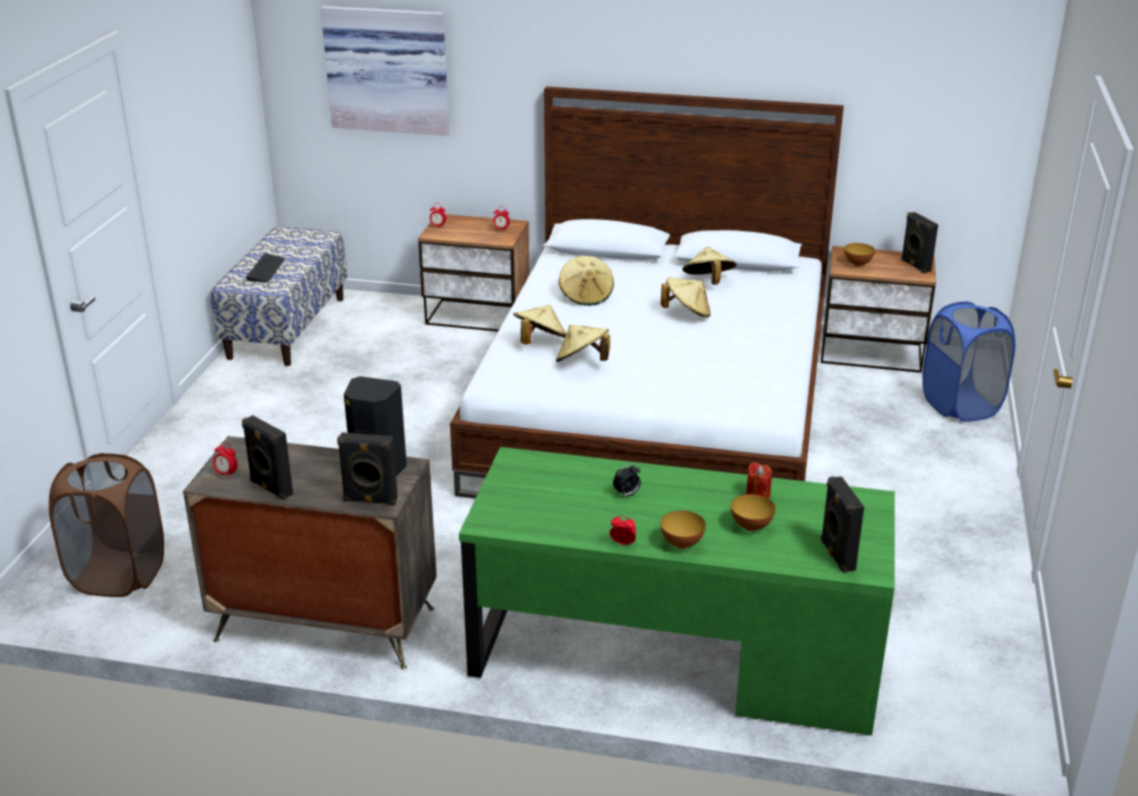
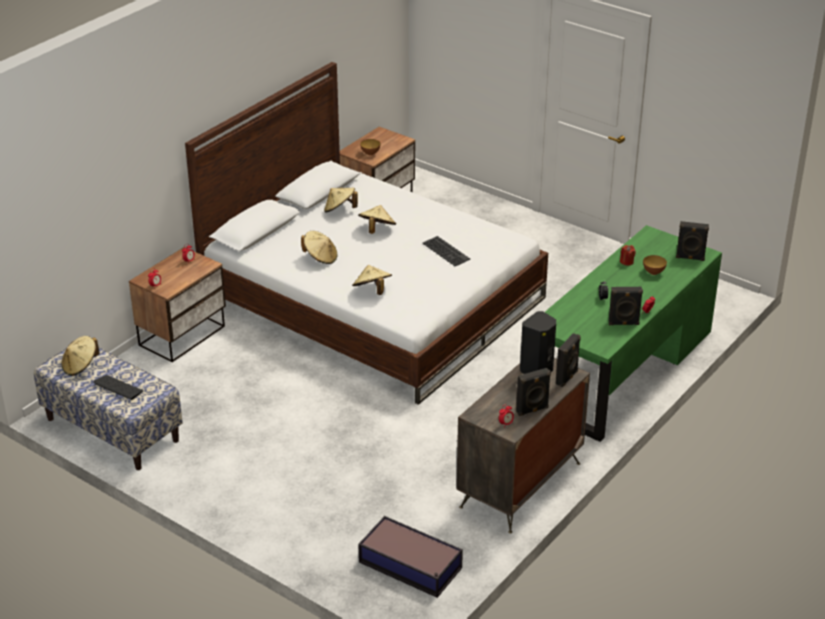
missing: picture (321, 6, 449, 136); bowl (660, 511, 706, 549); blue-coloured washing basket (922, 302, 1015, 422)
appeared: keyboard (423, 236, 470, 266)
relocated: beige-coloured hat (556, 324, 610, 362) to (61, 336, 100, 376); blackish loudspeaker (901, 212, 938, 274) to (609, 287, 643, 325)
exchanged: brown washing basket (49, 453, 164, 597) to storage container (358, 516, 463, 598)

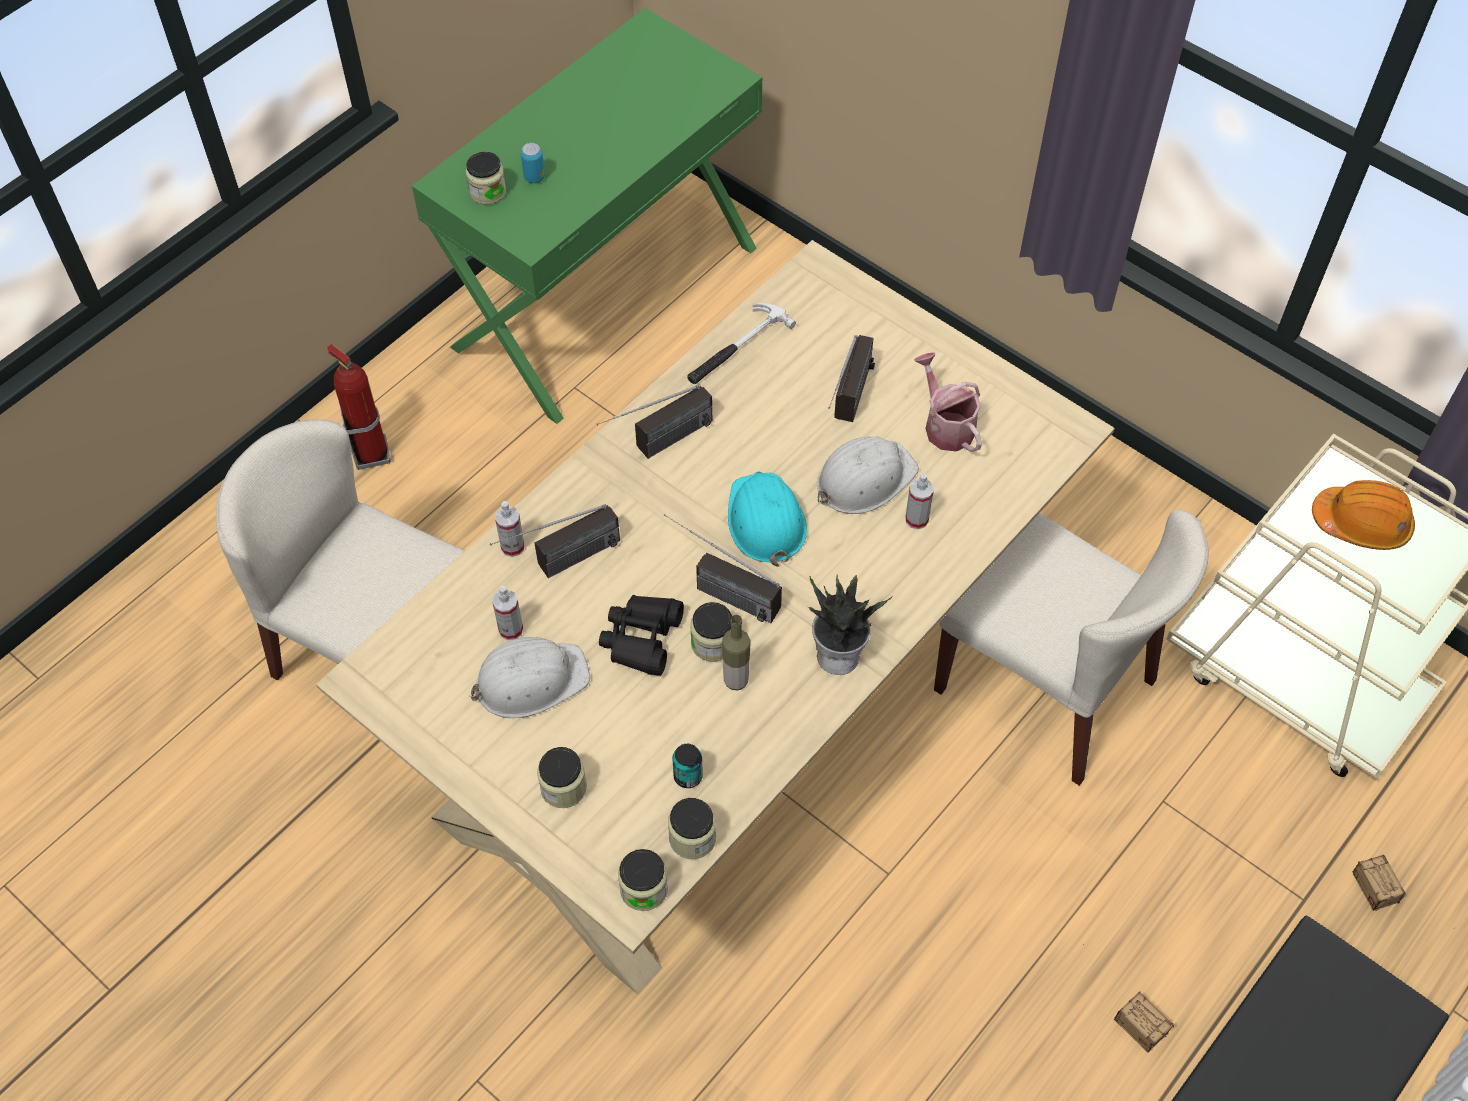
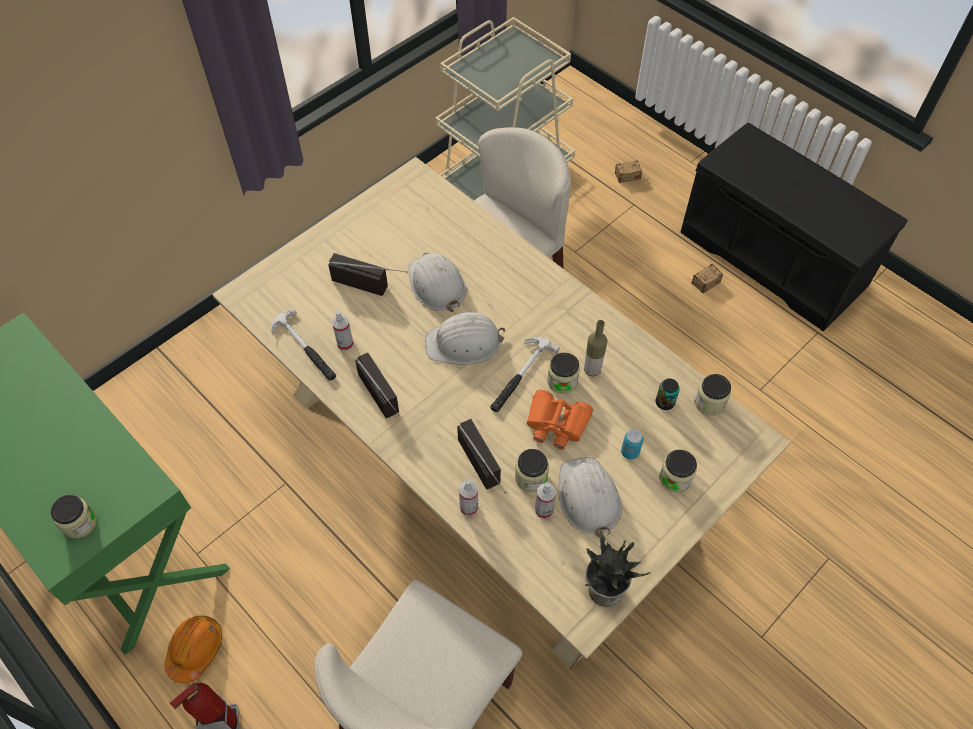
missing: watering can (914, 352, 982, 452)
relocated: sealed can (521, 143, 545, 183) to (621, 429, 644, 460); preserve jar (618, 849, 668, 911) to (515, 449, 549, 492); houseplant (808, 575, 893, 675) to (585, 527, 651, 607); hand sprayer (905, 473, 934, 529) to (332, 311, 354, 351); orangey work helmet (1312, 480, 1415, 550) to (165, 615, 222, 683)
exchanged: radio set (663, 514, 782, 623) to hammer (490, 337, 560, 412)
colour: blackish field glasses (599, 595, 684, 676) to orangey field glasses (527, 390, 593, 450); turquoise-coloured work helmet (728, 472, 807, 567) to whitish work helmet (425, 312, 505, 365)

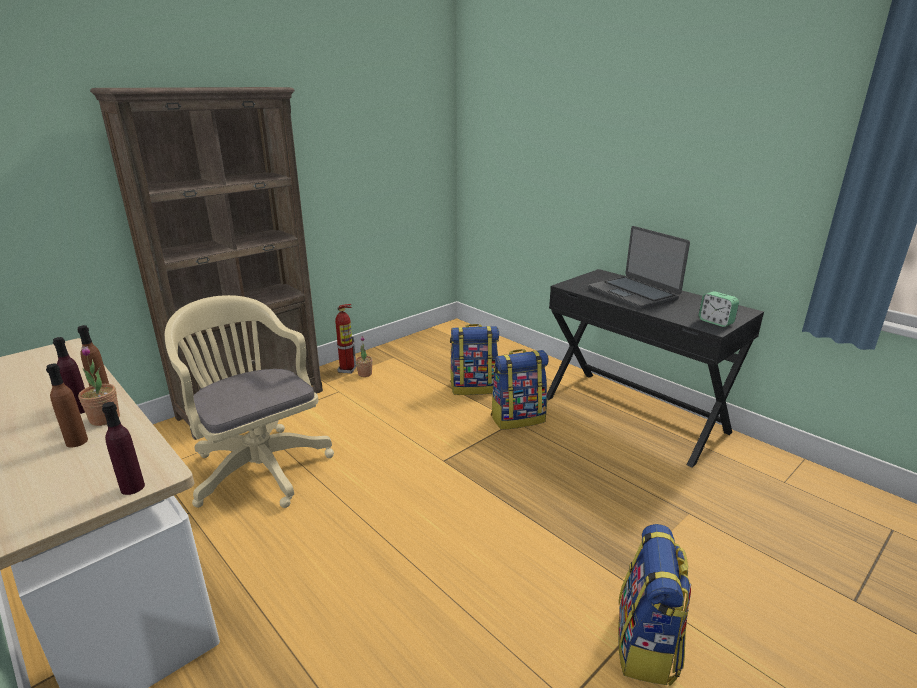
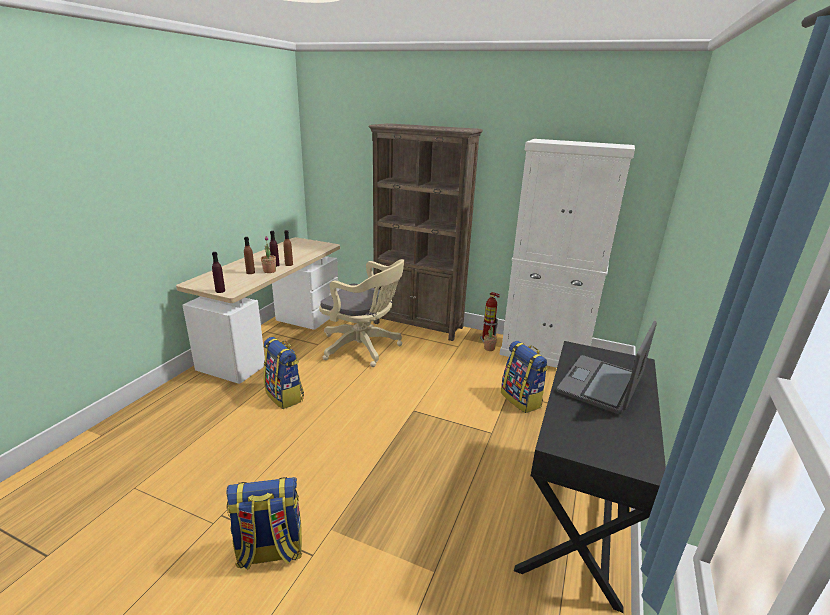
missing: bedside clock (699, 291, 739, 327)
appeared: whitish cabinet (499, 139, 635, 368)
relocated: rucksack (491, 349, 548, 430) to (263, 337, 304, 409)
spun: beige-coloured desk chair (165, 295, 334, 508) = (319, 259, 405, 367) 90 degrees clockwise

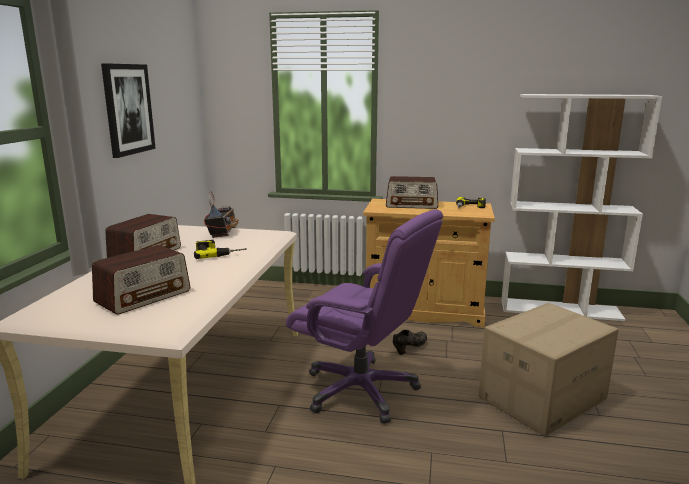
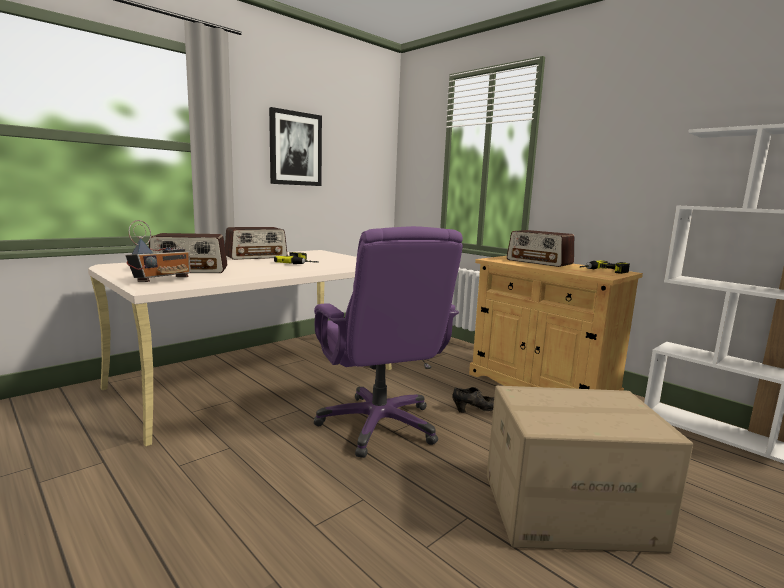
relocated: radio set (204, 191, 239, 238) to (125, 220, 191, 282)

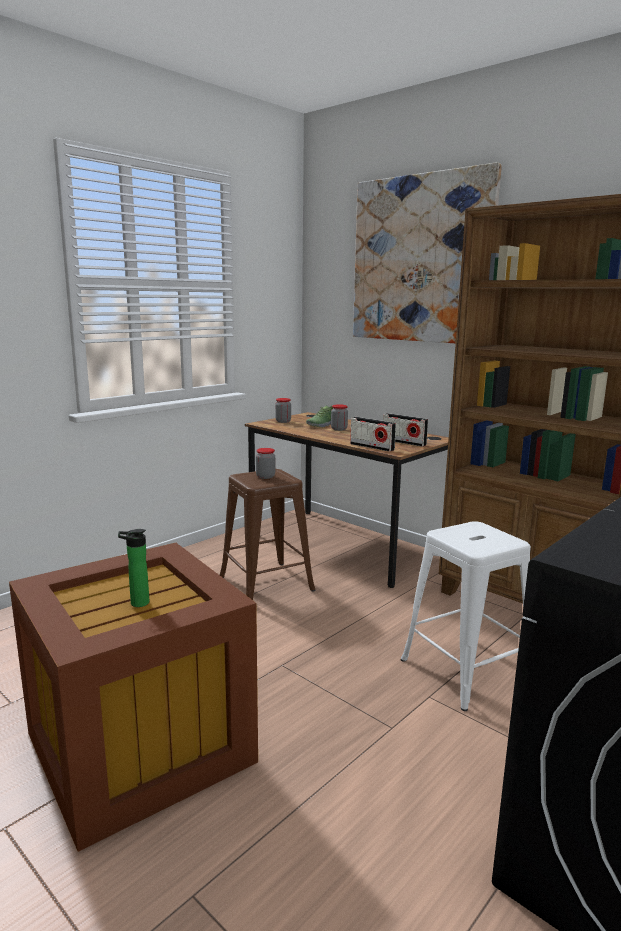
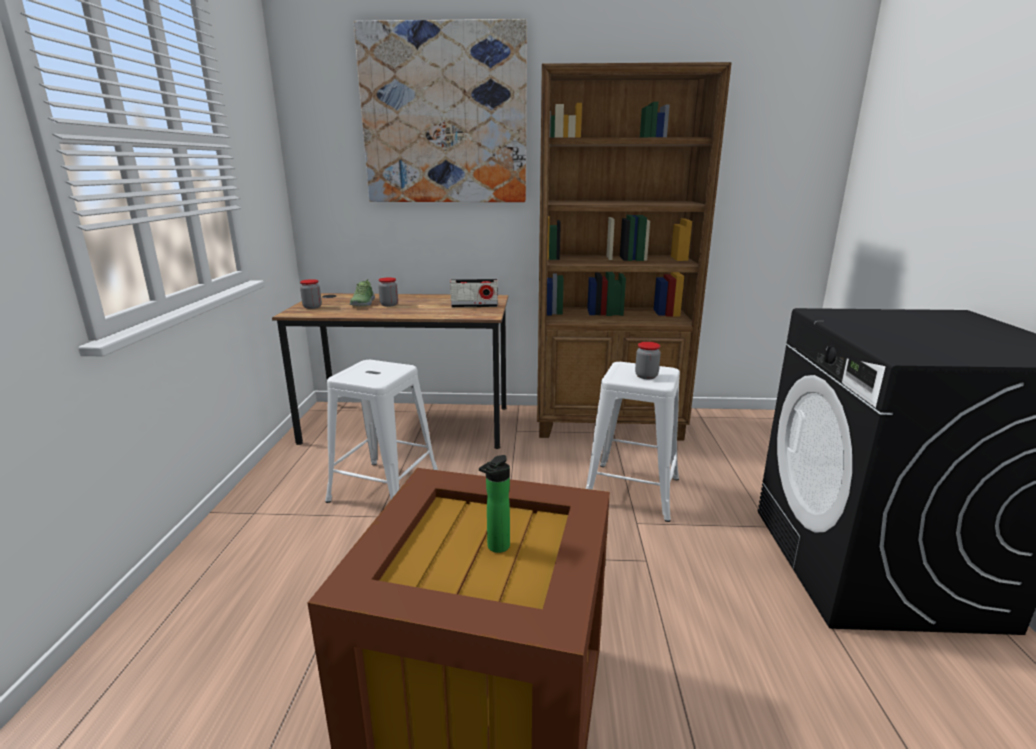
missing: radio set (350, 417, 396, 452)
relocated: preserve jar (256, 448, 275, 479) to (635, 342, 661, 379)
colour: brown sitting stool (220, 469, 316, 600) to whitish sitting stool (325, 360, 438, 503)

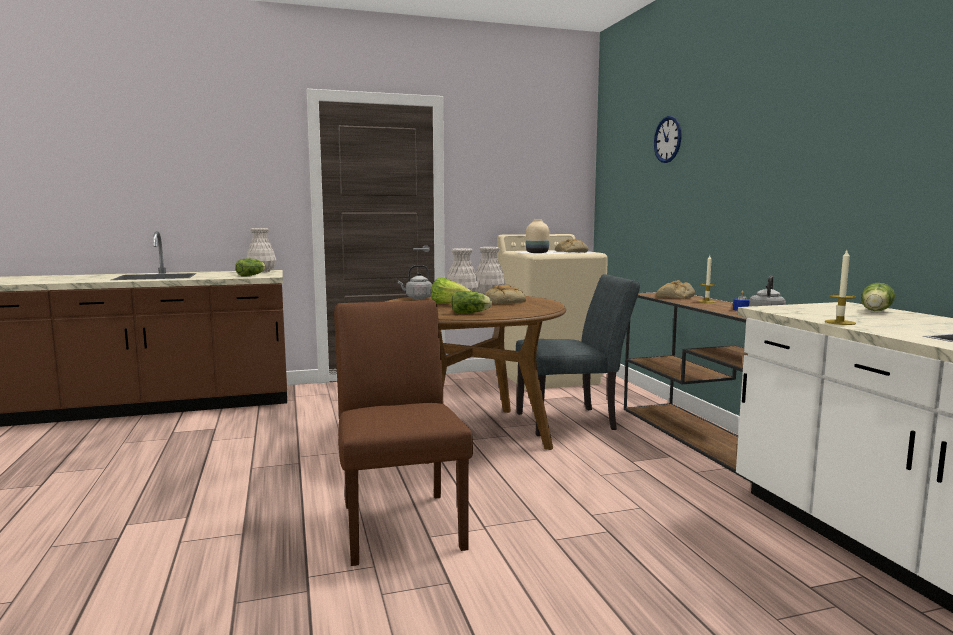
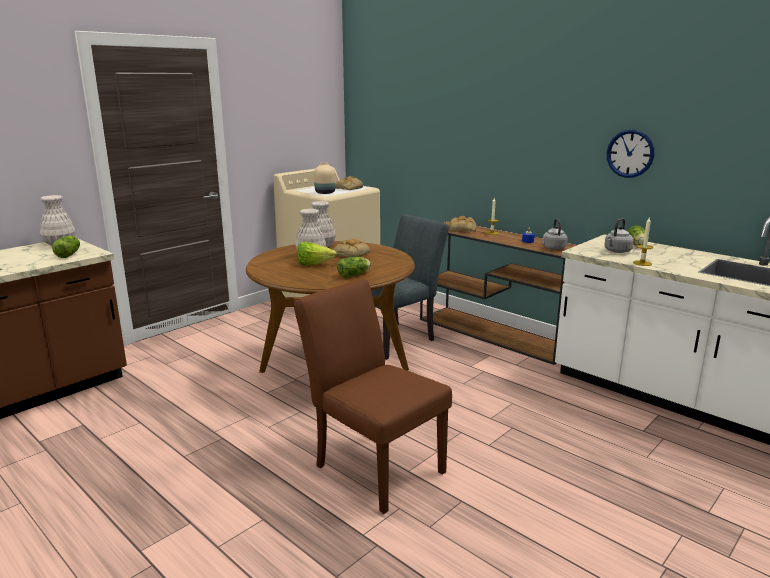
relocated: gray kettle (398, 265, 432, 299) to (605, 218, 634, 253); clock on the wall (654, 116, 682, 163) to (607, 129, 654, 178)

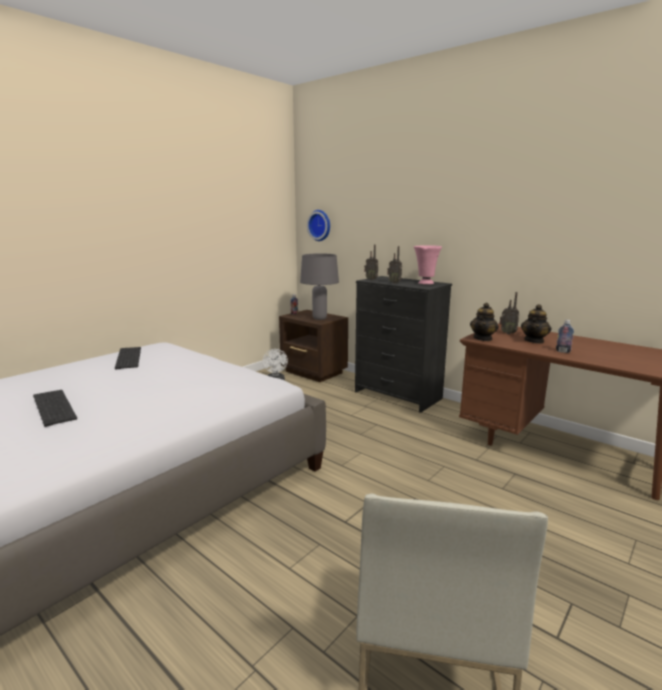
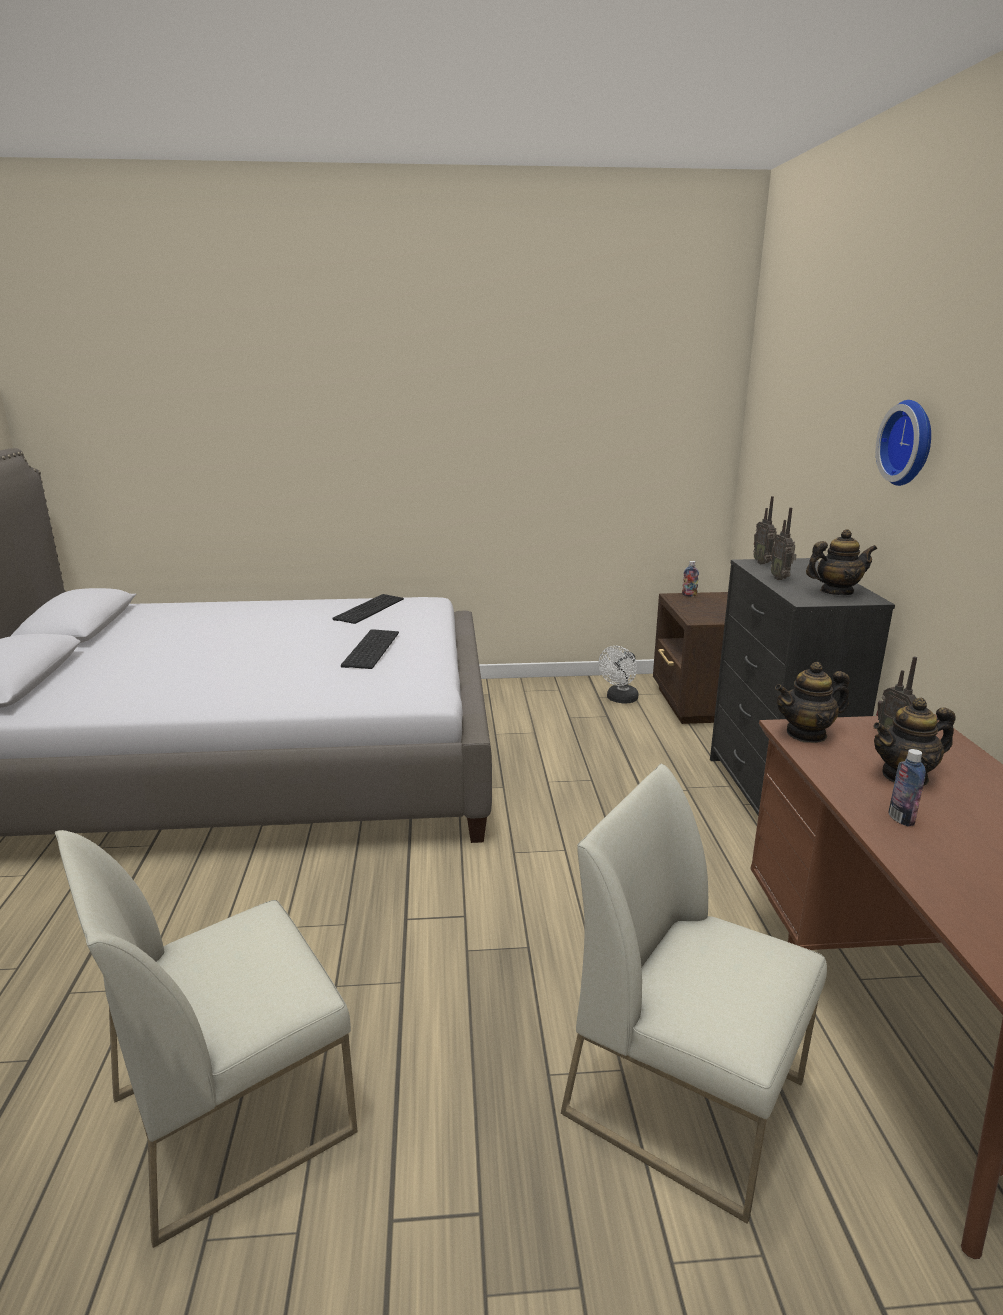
missing: gray table lamp (300, 253, 339, 320)
appeared: whitish upright chair (561, 764, 827, 1224)
relocated: keyboard (33, 390, 77, 427) to (341, 629, 399, 669); clock on the wall (307, 210, 330, 241) to (876, 400, 931, 486)
exchanged: pink-coloured decorative vase (414, 245, 442, 284) to tea pot (806, 529, 877, 595)

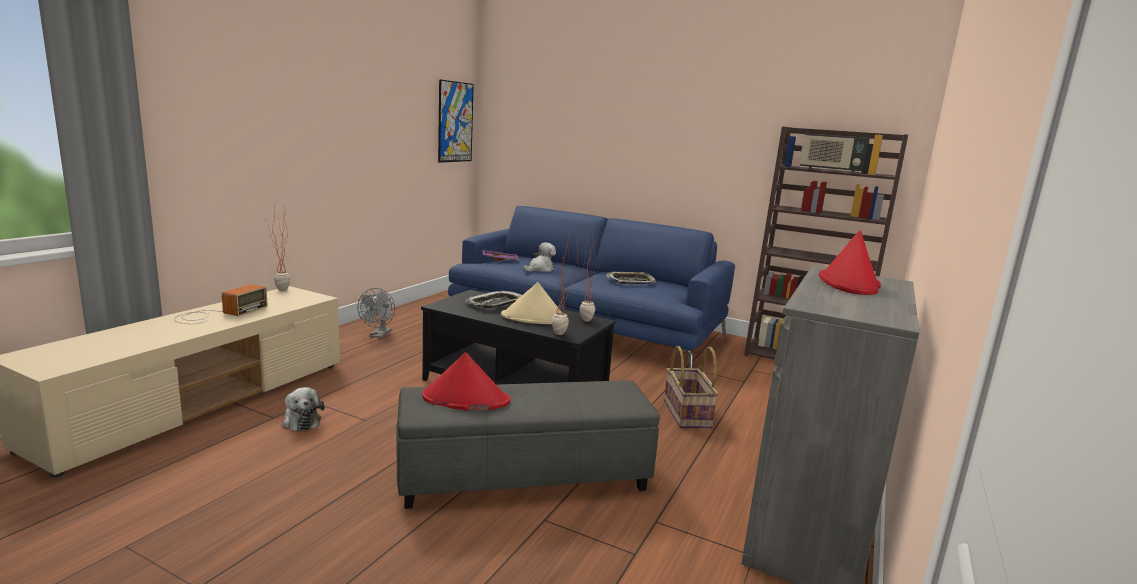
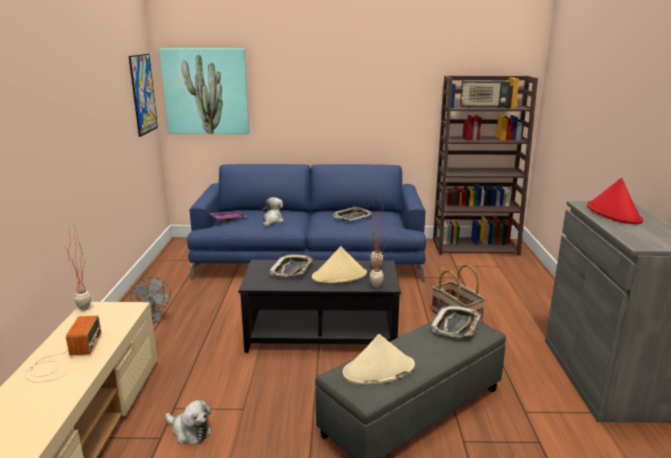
appeared: picture (159, 48, 249, 134); carrying tray (430, 306, 482, 337)
colour: red-coloured hat (422, 352, 511, 411) to beige-coloured hat (343, 334, 415, 385)

